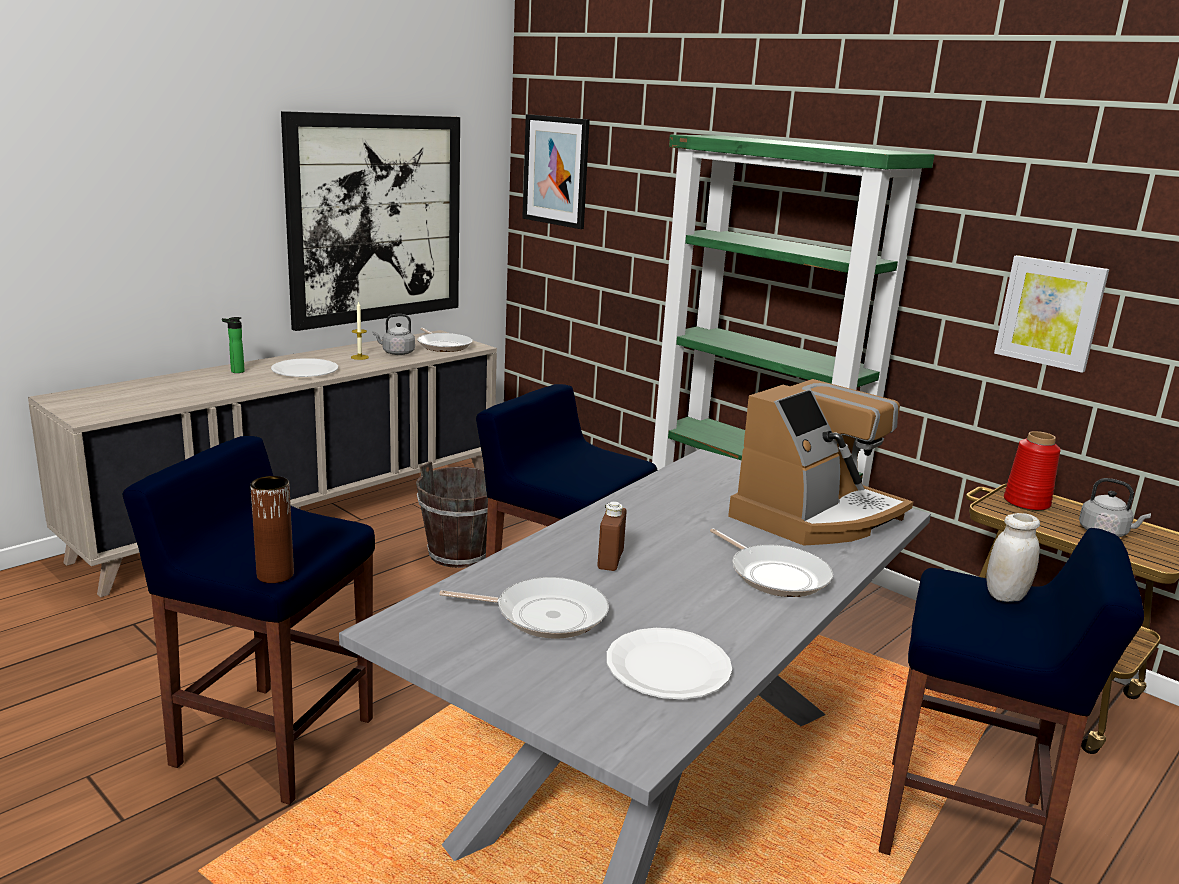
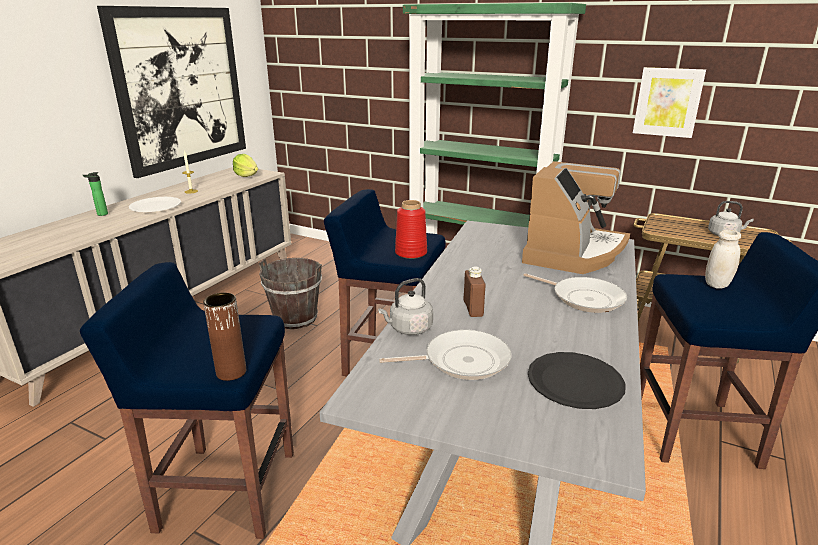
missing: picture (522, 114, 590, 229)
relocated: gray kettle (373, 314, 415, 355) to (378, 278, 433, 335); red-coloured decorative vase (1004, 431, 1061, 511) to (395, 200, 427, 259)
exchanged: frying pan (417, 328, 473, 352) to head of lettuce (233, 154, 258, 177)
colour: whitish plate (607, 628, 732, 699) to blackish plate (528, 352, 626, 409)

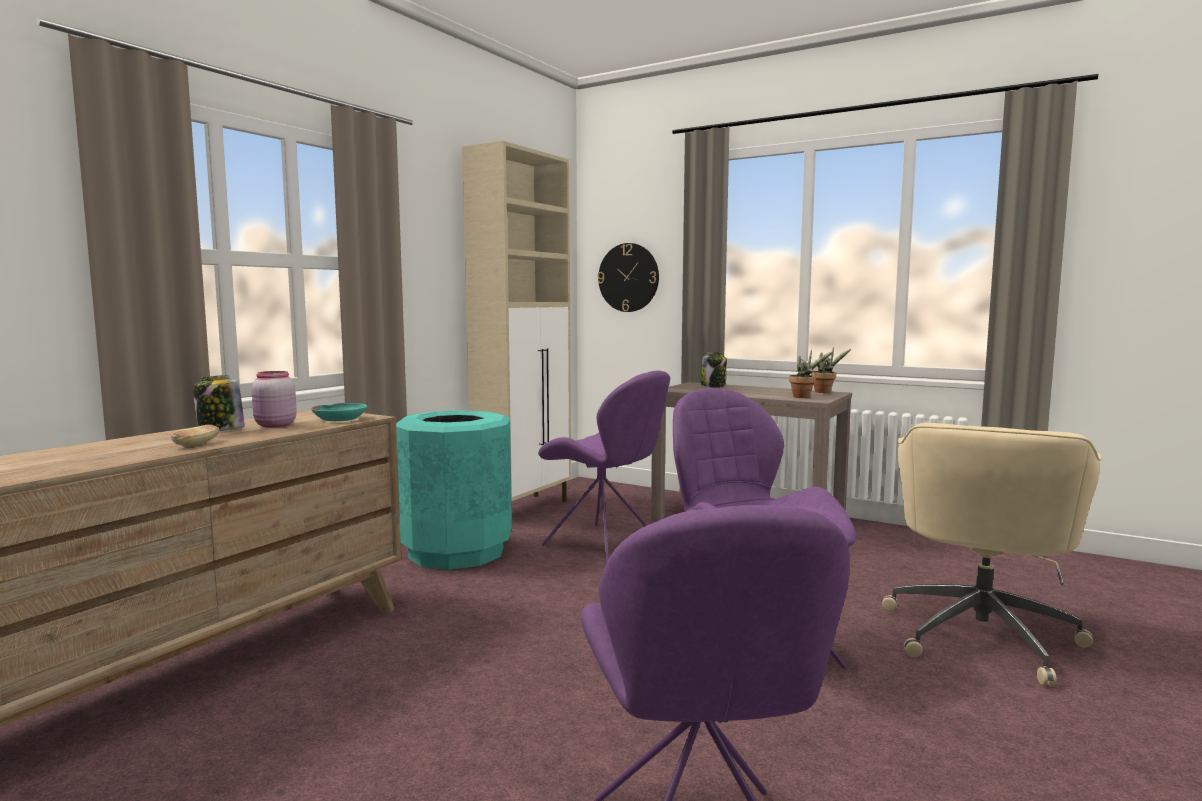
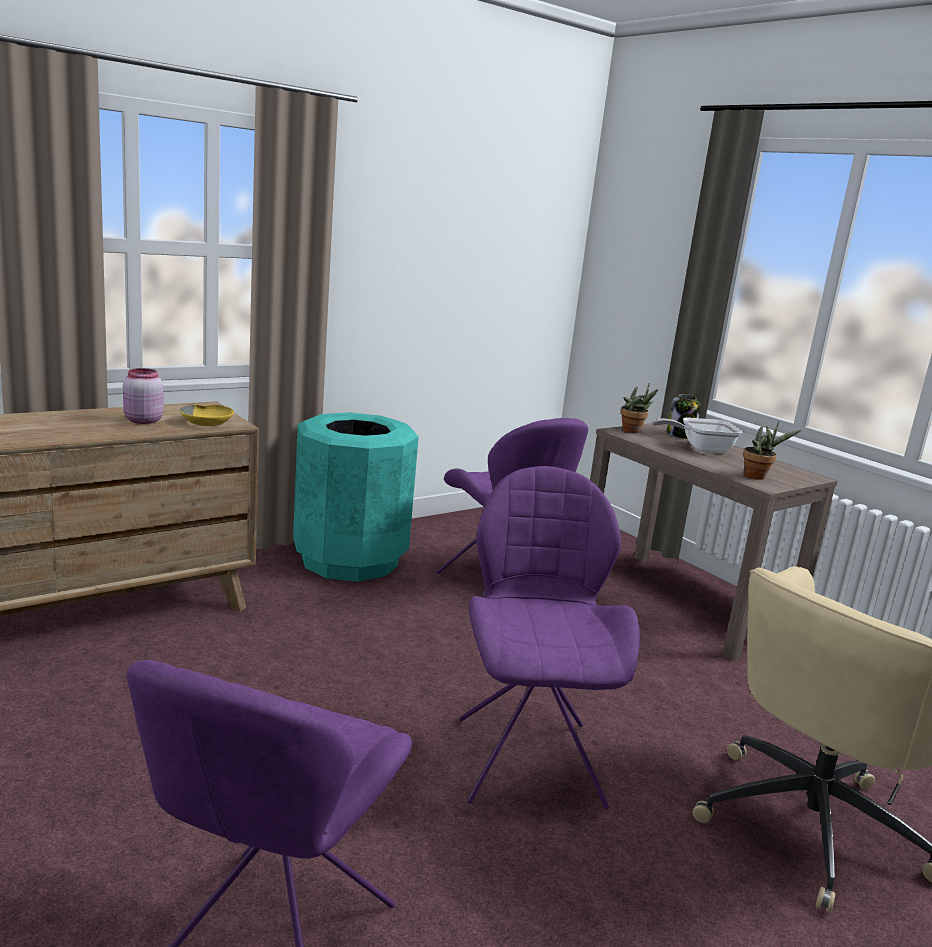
missing: baked bread (171, 425, 219, 446); preserve jar (193, 375, 245, 431); beige-coloured cabinet (462, 141, 571, 502); clock on the wall (598, 243, 659, 312)
appeared: frying pan (652, 418, 742, 453)
relocated: houseplant (811, 347, 851, 393) to (620, 383, 658, 433)
colour: turquoise-coloured bowl (311, 403, 367, 421) to yellow-coloured bowl (180, 405, 234, 426)

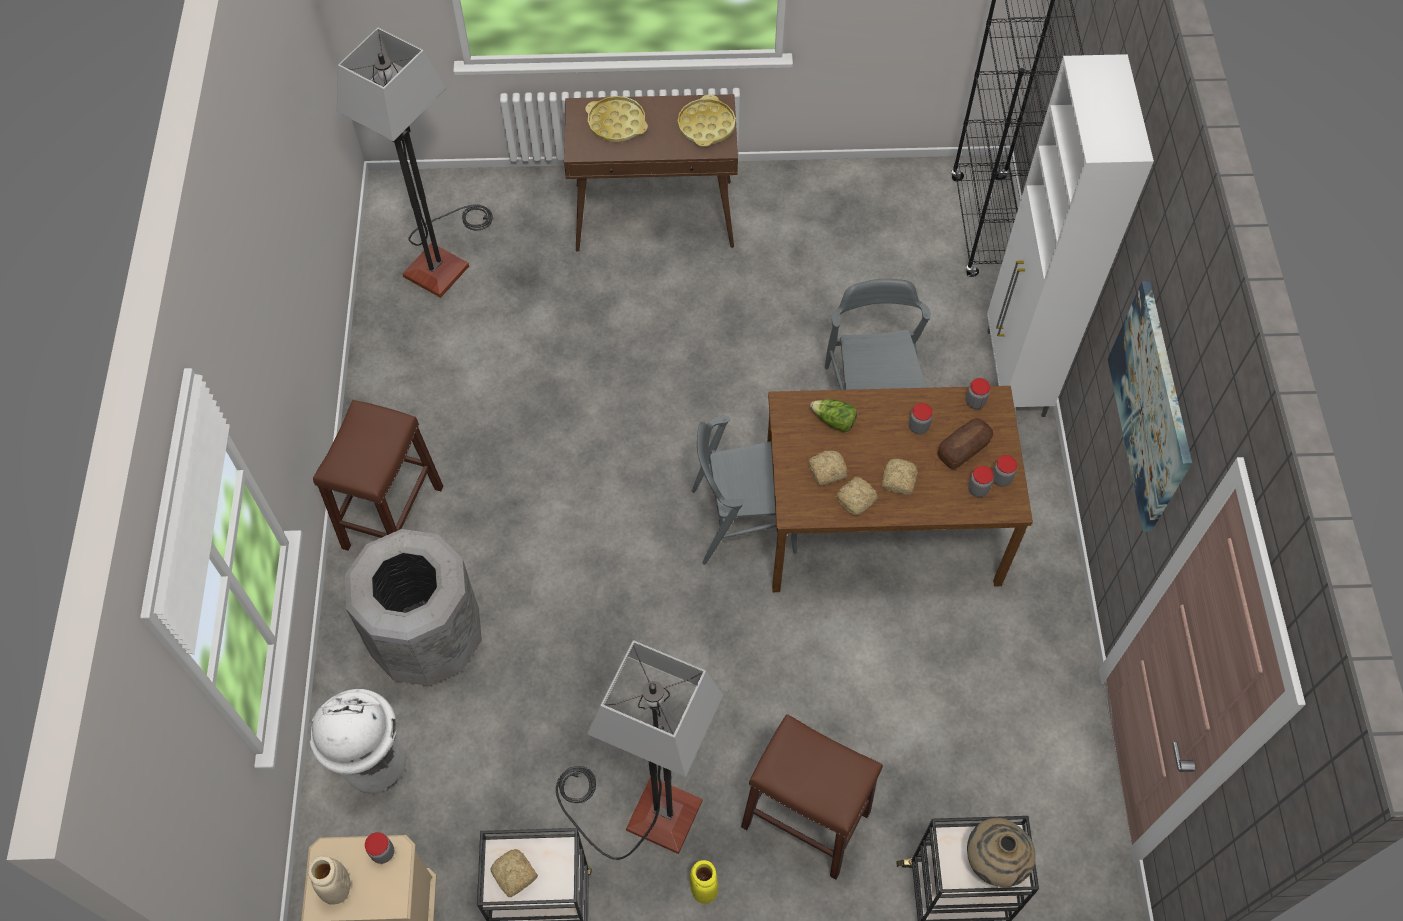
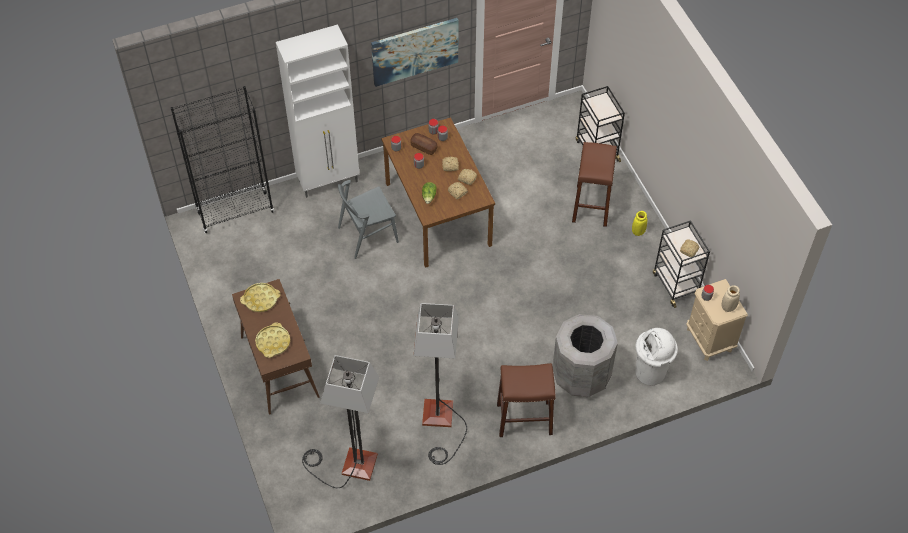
missing: gray upright chair (691, 416, 797, 565); beige-coloured decorative vase (967, 818, 1035, 887)
relocated: floor lamp (556, 640, 723, 860) to (414, 303, 467, 465)

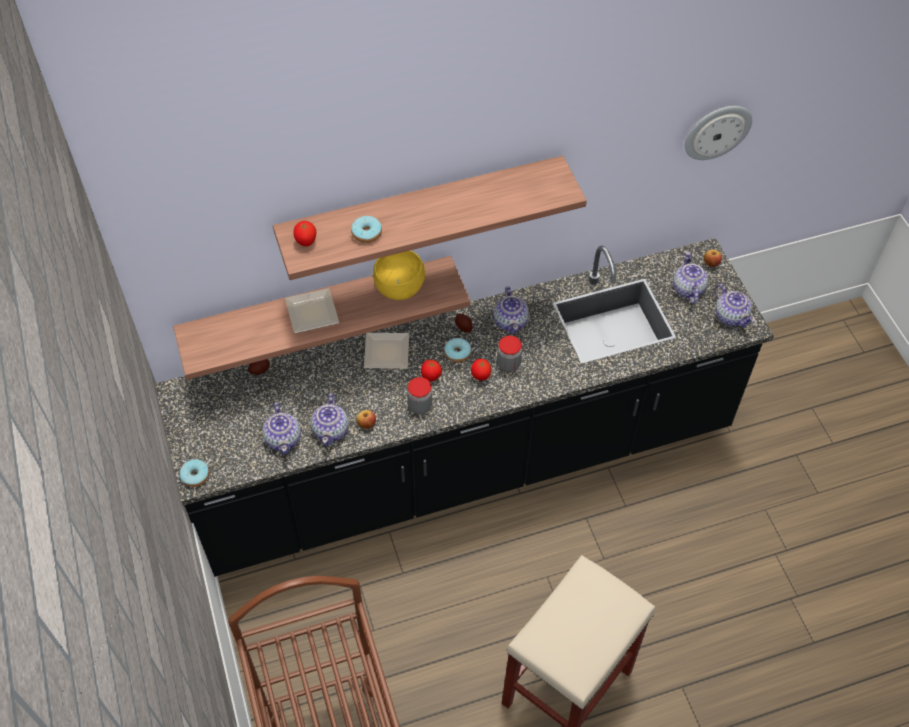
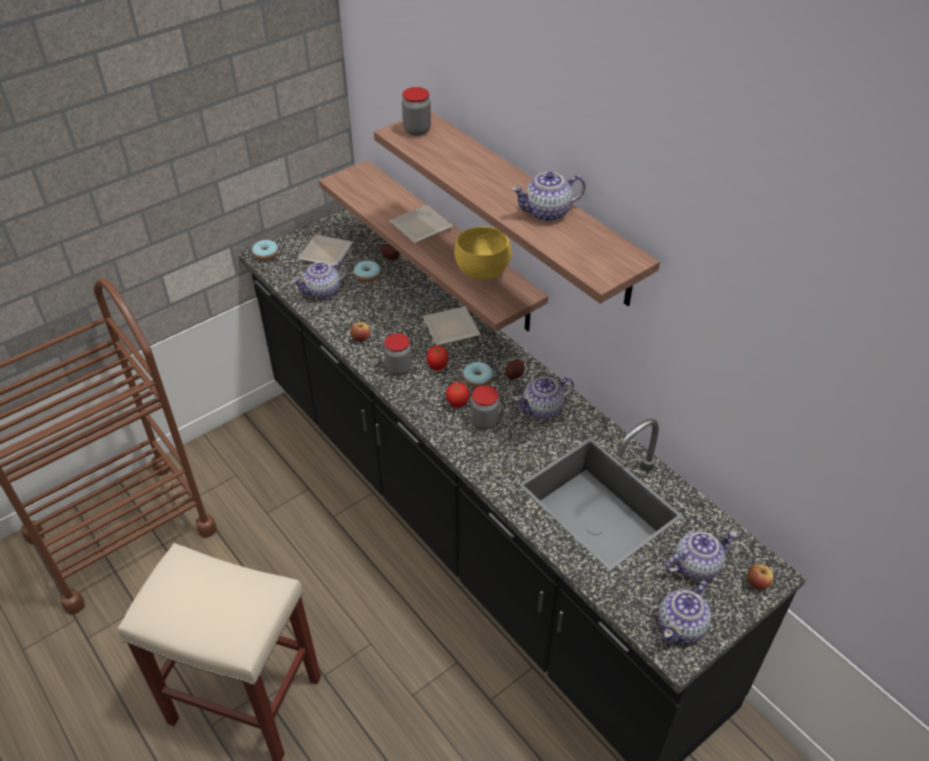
missing: clock on the wall (685, 106, 752, 160)
appeared: plate (298, 234, 353, 266)
relocated: tea pot (311, 393, 348, 446) to (512, 172, 585, 222); donut (351, 216, 382, 243) to (354, 261, 381, 282)
exchanged: tomato (294, 221, 316, 246) to preserve jar (402, 87, 431, 136)

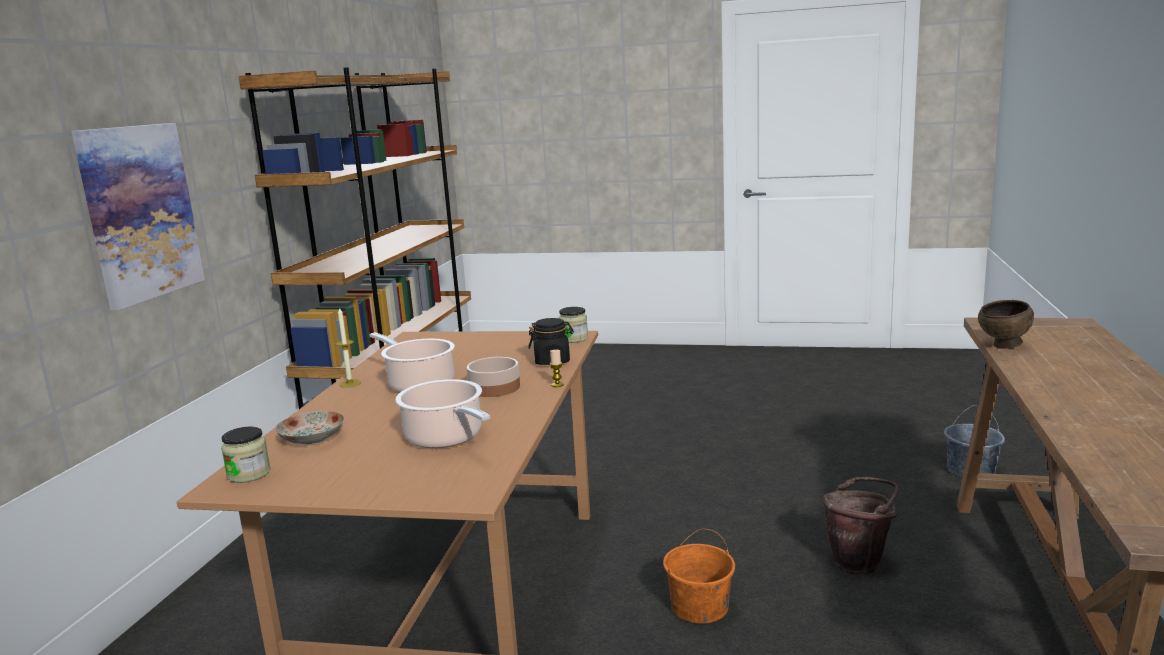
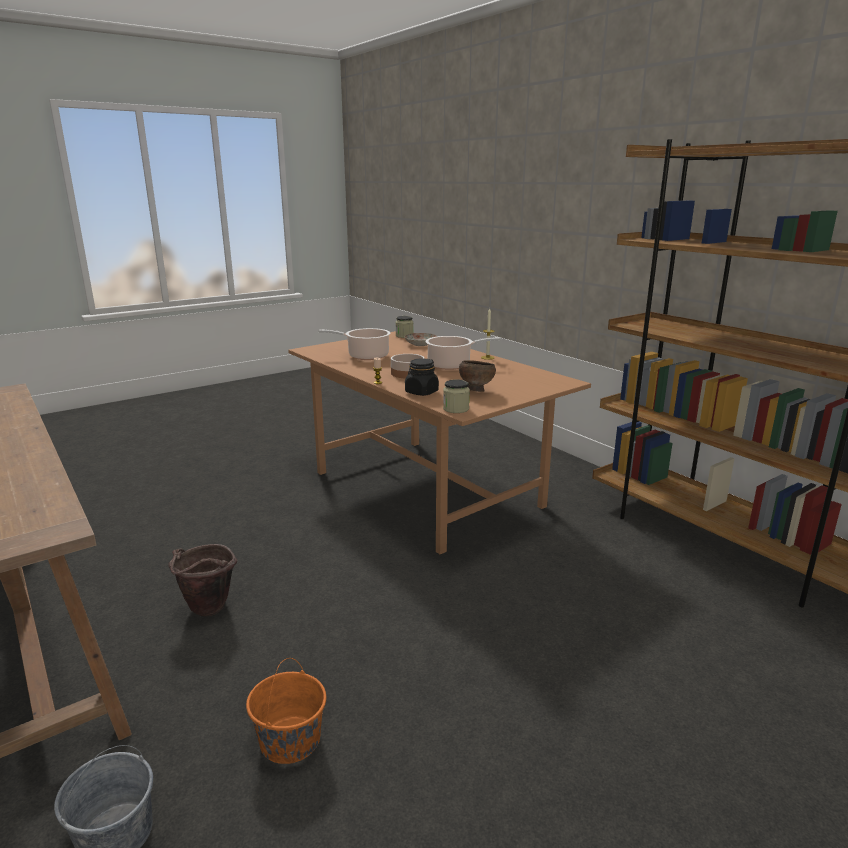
missing: picture (71, 123, 205, 310)
relocated: orangey bucket (663, 529, 735, 624) to (246, 658, 326, 764); brown bowl (978, 300, 1034, 349) to (459, 360, 496, 392)

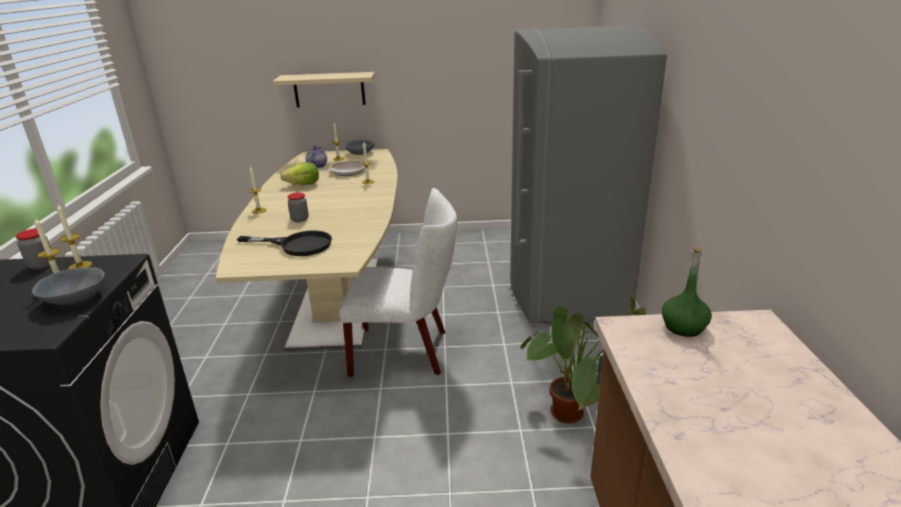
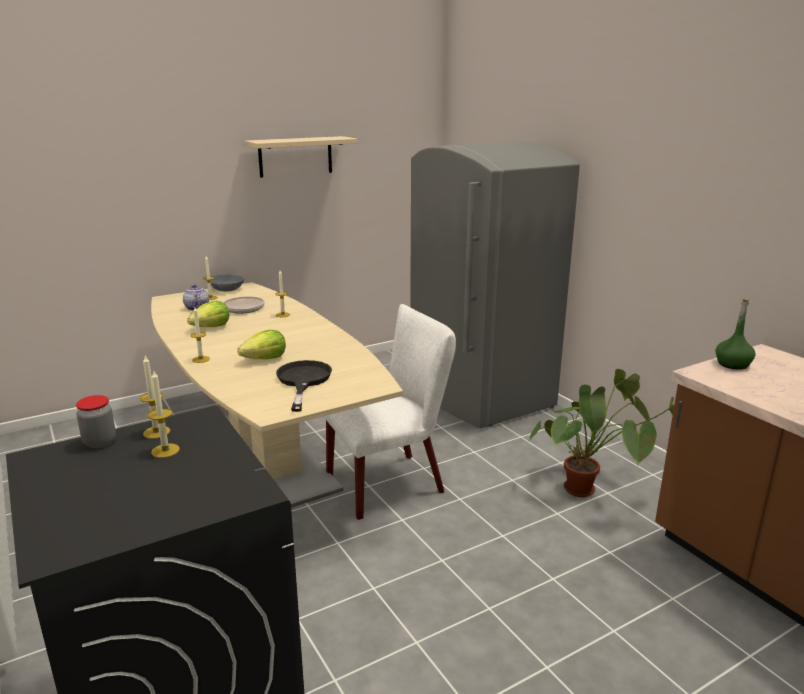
missing: gray bowl (32, 267, 105, 305)
relocated: beige-coloured bracket shelf (272, 72, 375, 107) to (244, 136, 358, 178)
exchanged: preserve jar (287, 192, 309, 222) to head of lettuce (237, 330, 286, 359)
spun: blackish frying pan (237, 231, 332, 256) = (276, 360, 332, 412) 75 degrees counterclockwise

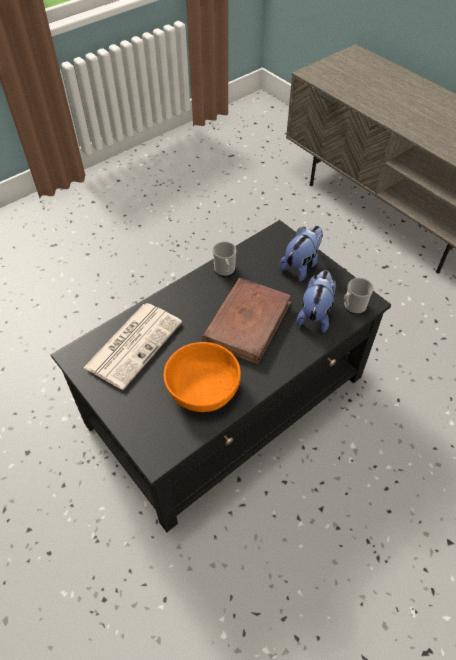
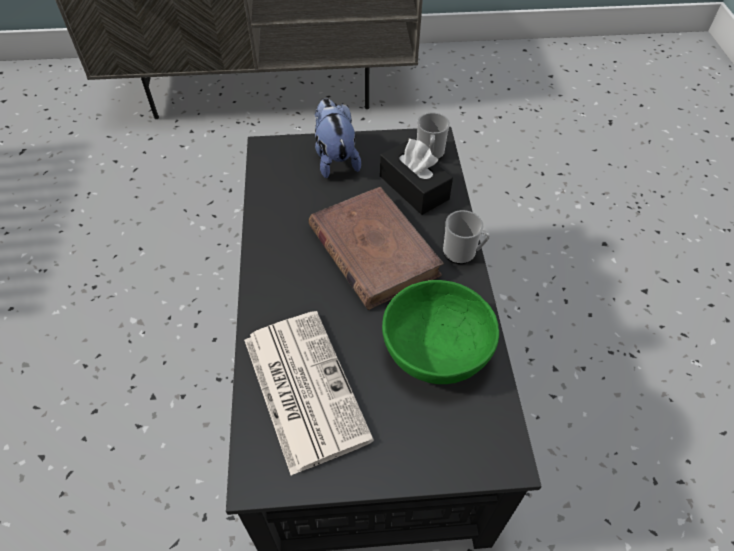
relocated: mug (213, 241, 236, 277) to (443, 210, 490, 264)
exchanged: cuddly toy (296, 270, 336, 333) to blackish tissue box (380, 139, 453, 215)
colour: orangey bowl (164, 342, 241, 412) to green-coloured bowl (382, 280, 499, 384)

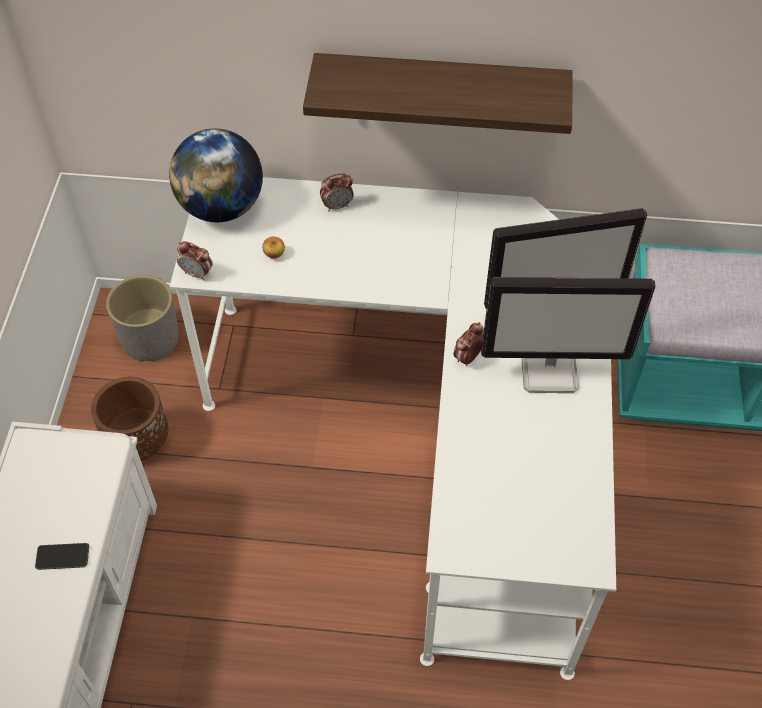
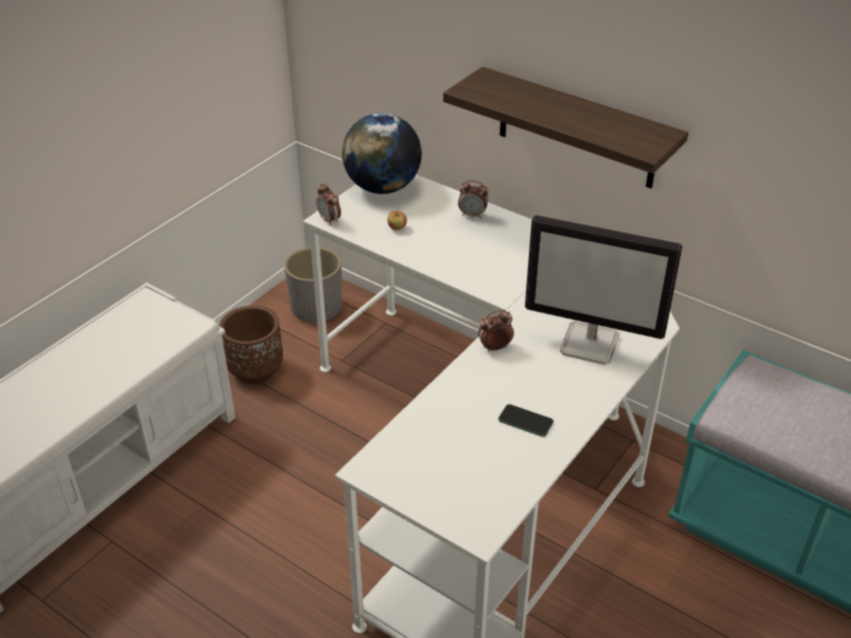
missing: monitor (481, 277, 656, 393)
relocated: phone (35, 543, 89, 570) to (498, 404, 554, 437)

